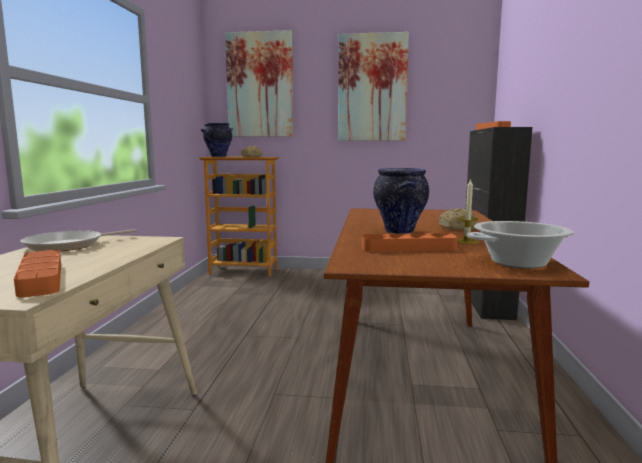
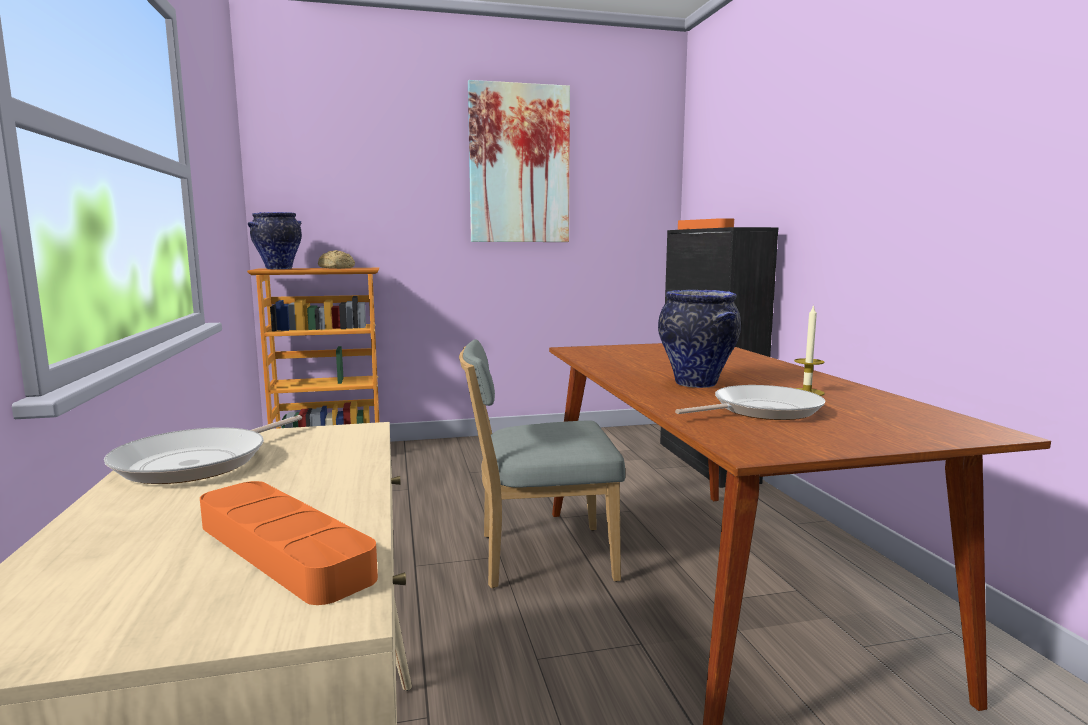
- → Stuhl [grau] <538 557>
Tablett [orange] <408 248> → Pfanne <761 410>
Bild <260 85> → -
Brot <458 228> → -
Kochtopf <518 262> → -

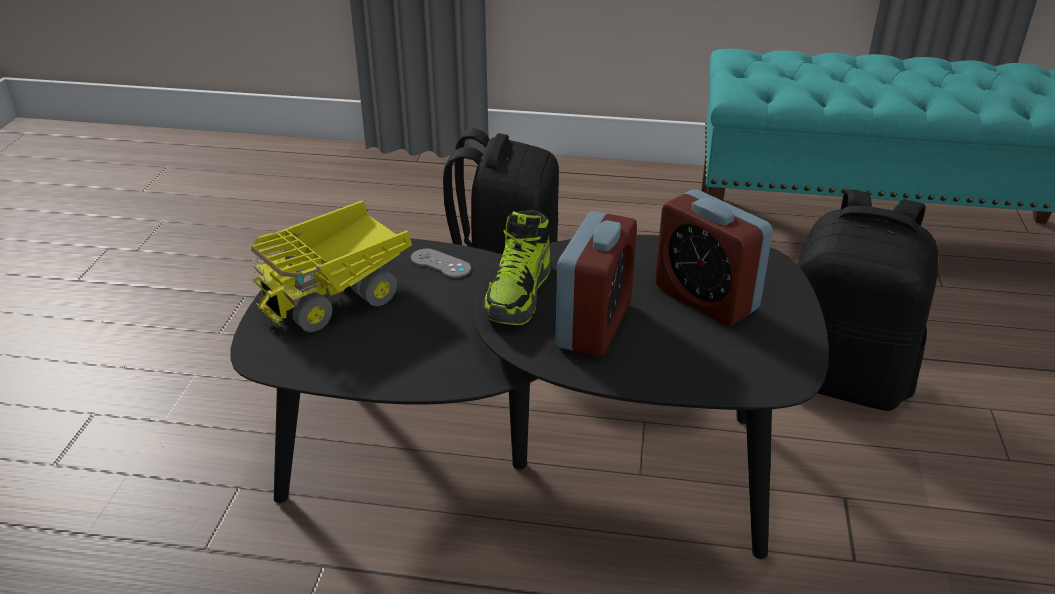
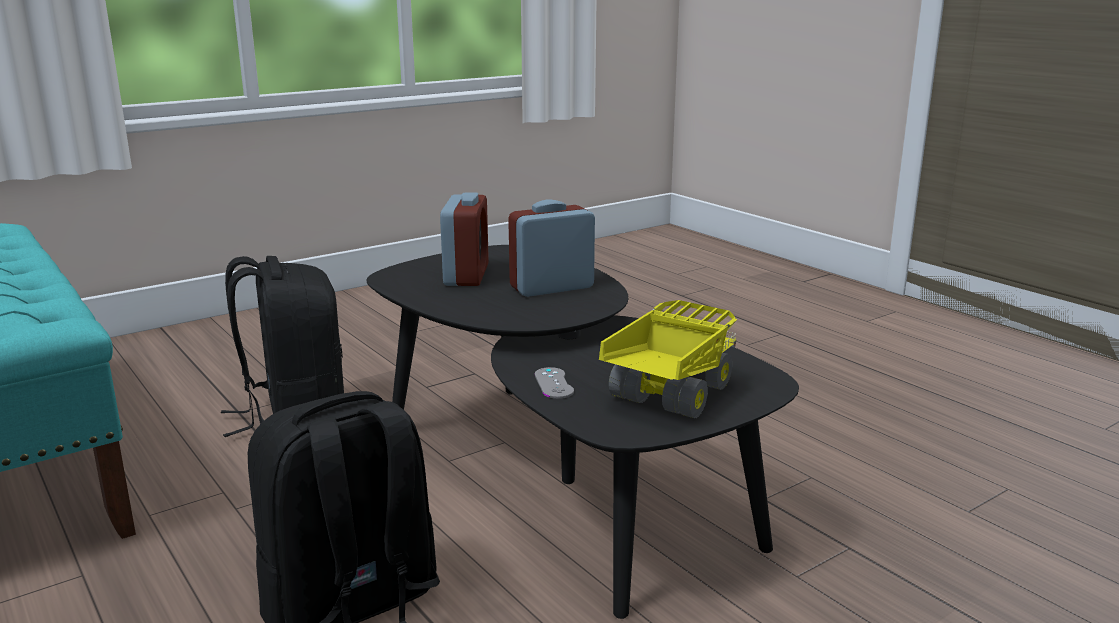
Spielzeuglaster <338 296> → Spielzeuglaster <668 395>, 60 degrees counterclockwise
Schuh <519 294> → -

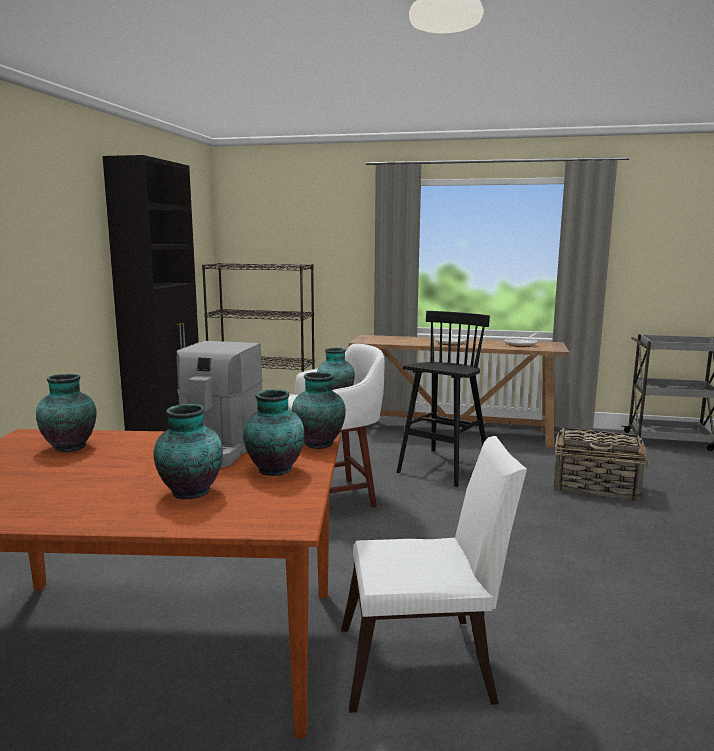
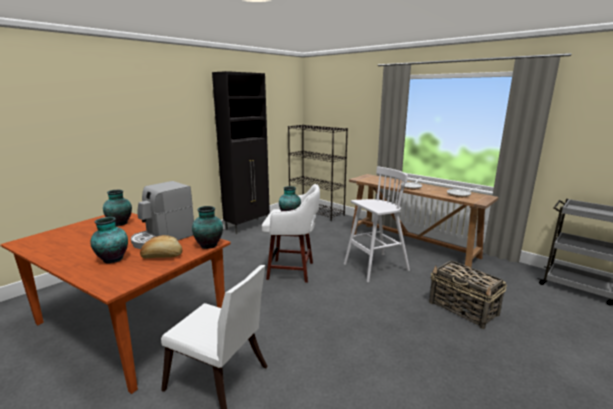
Vase <274 470> → Brot <162 256>
Hocker [schwarz] <443 468> → Hocker [weiß] <375 267>

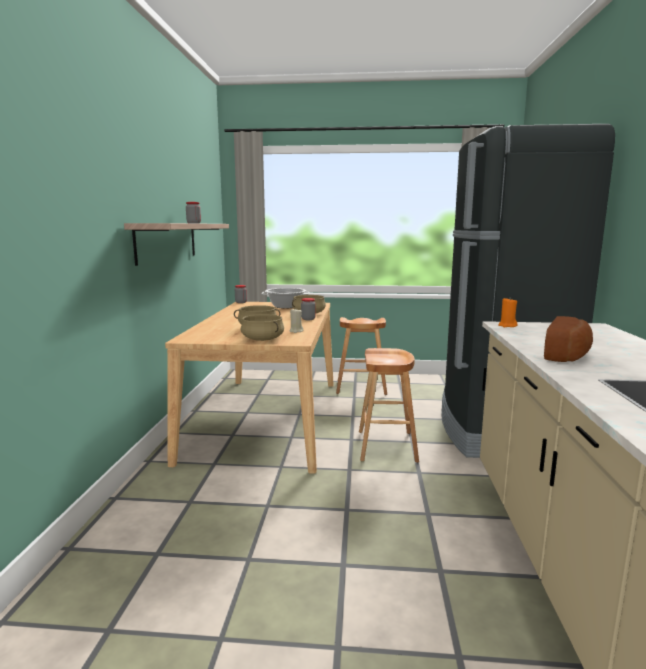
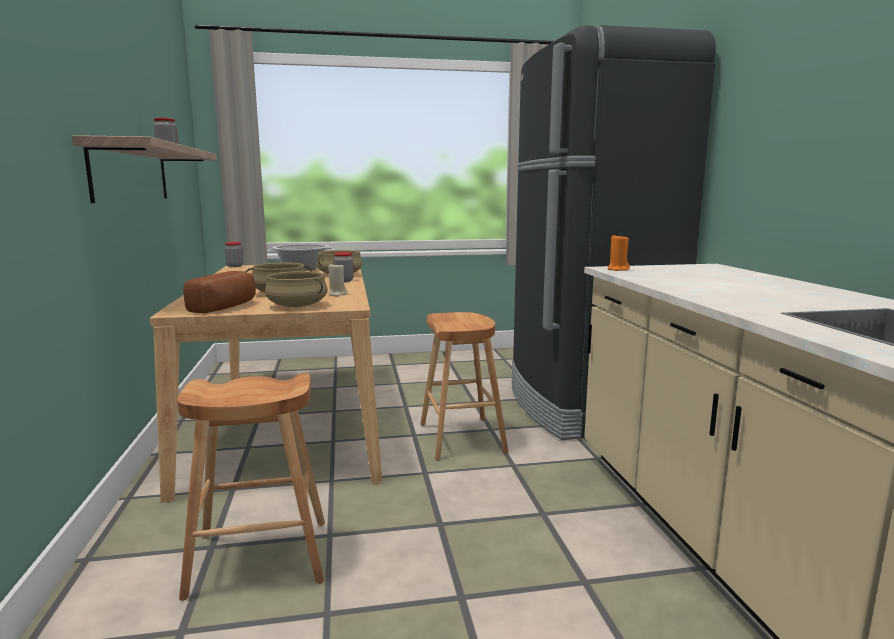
Hocker [braun] <361 387> → Hocker [braun] <260 557>, relocated
Brot <569 355> → Brot <227 307>, relocated

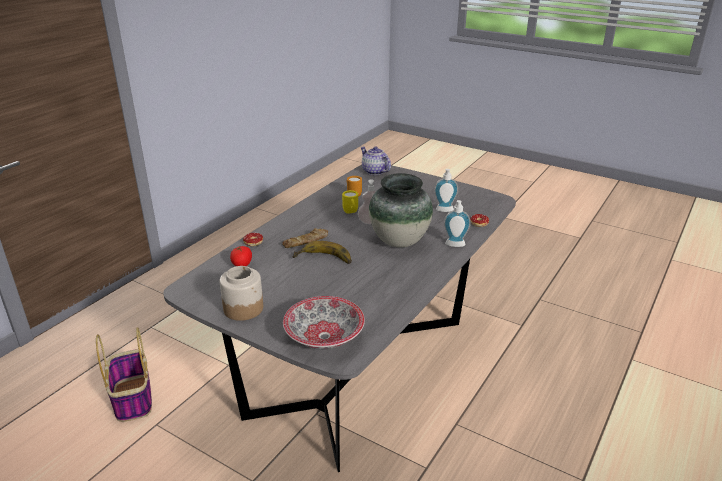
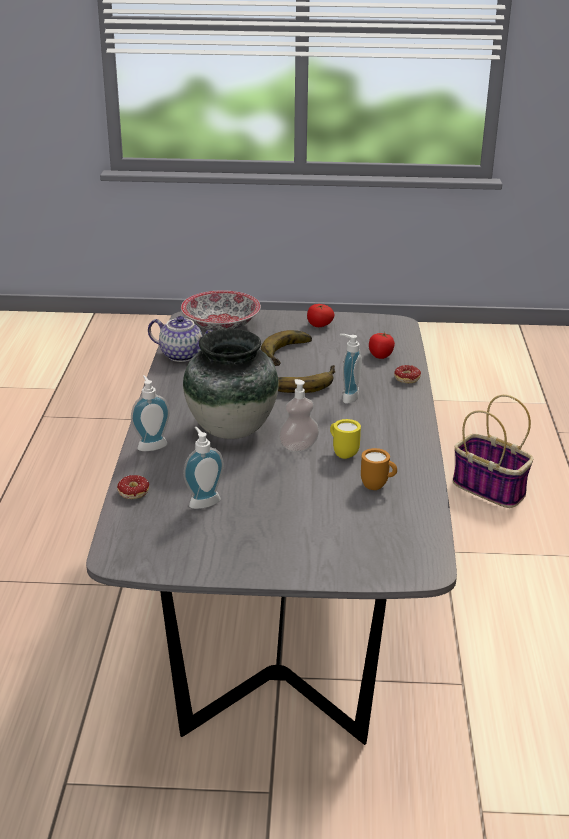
Teekanne <374 171> → Teekanne <182 355>, relocated
- → Banane <291 353>
Vorratsglas <243 308> → Tomate <319 325>
Brot <306 242> → Seifenspender <347 396>

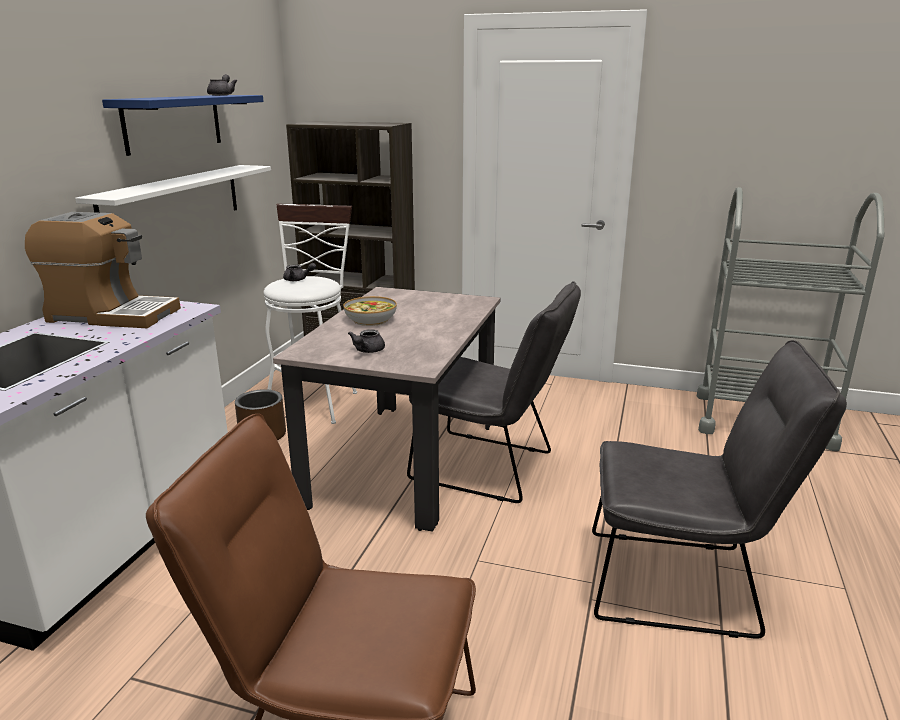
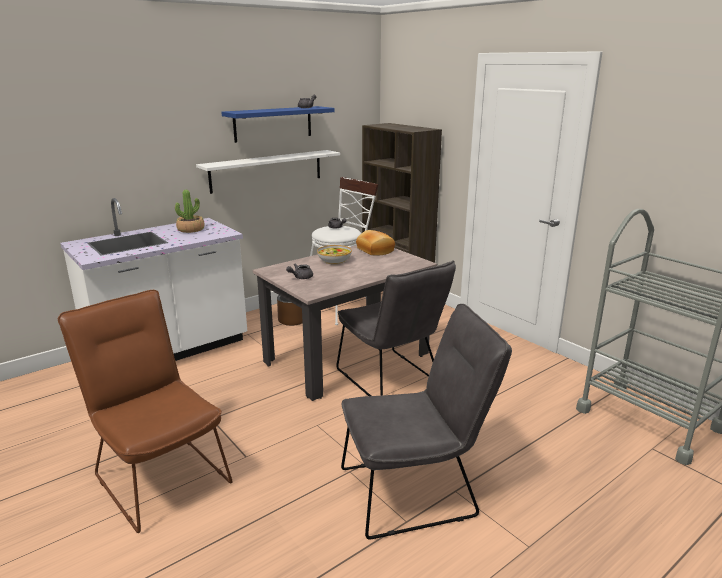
Kaffeemaschine <111 315> → Topfpflanze <191 229>
Stuhl [grau] <684 584> → Stuhl [grau] <416 490>, 60 degrees counterclockwise
- → Brot <374 250>

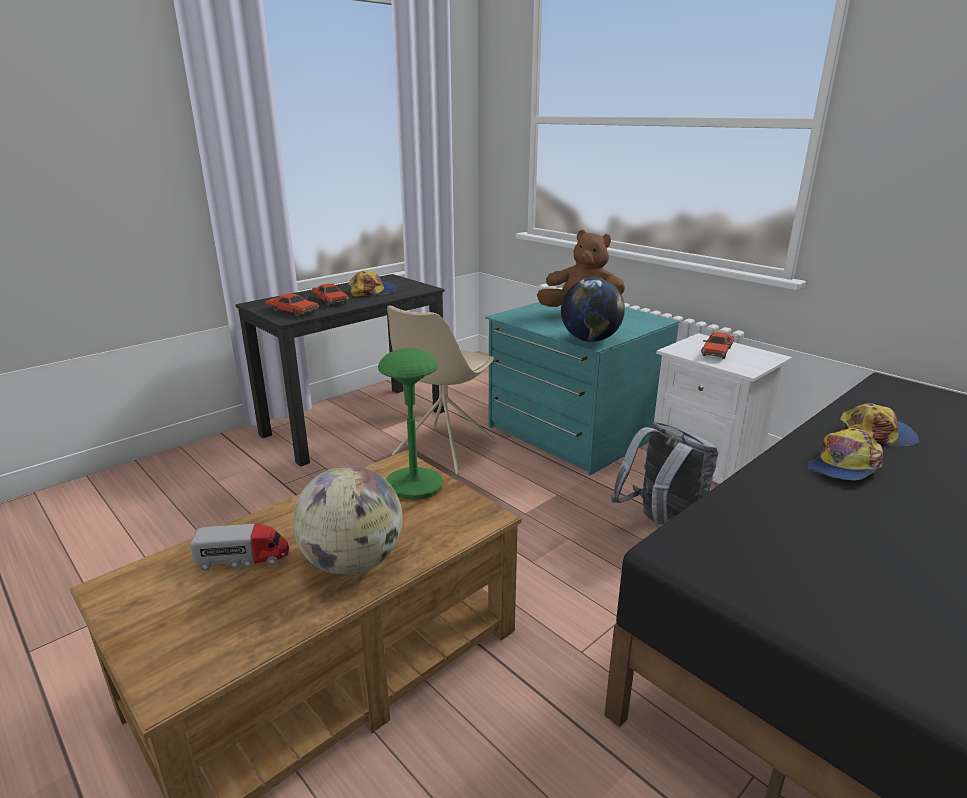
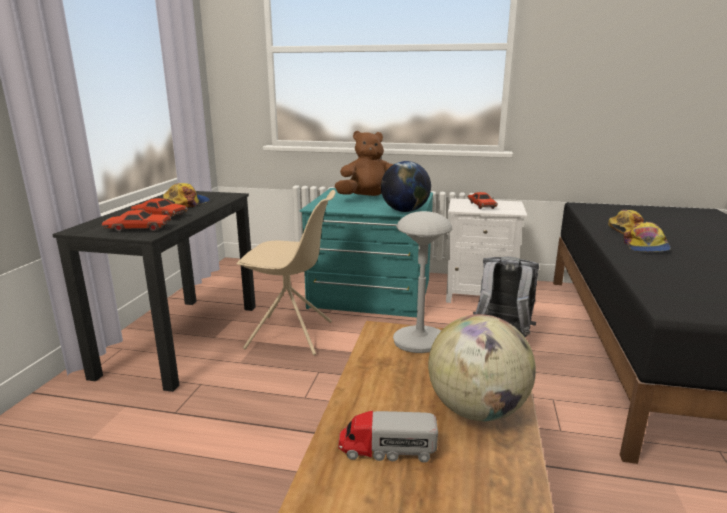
Stuhl [beige] <443 449> → Stuhl [beige] <291 335>, 75 degrees counterclockwise
Spielzeuglaster <243 558> → Spielzeuglaster <387 449>, 135 degrees counterclockwise
Tischlampe [grün] <414 485> → Tischlampe [grau] <419 341>

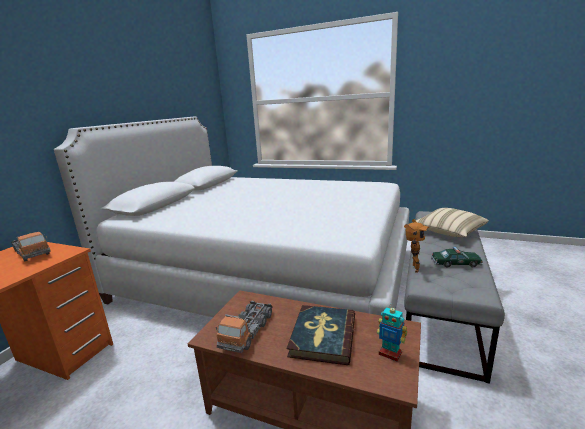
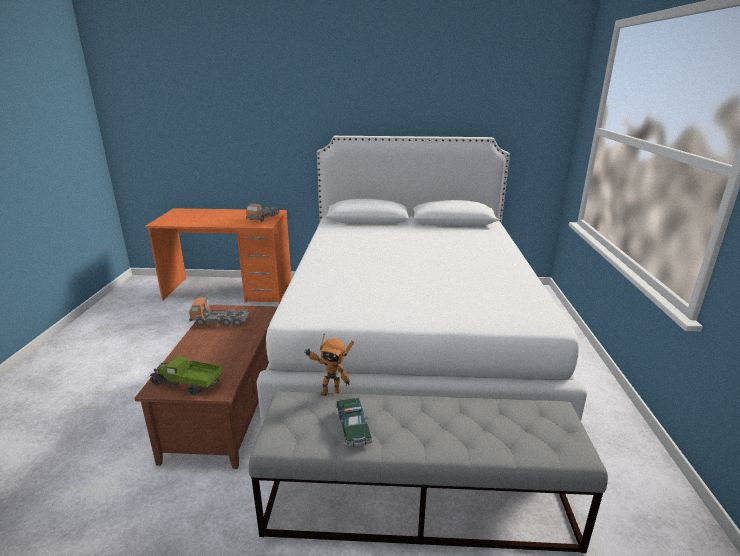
Spielzeugroboter <390 353> → Spielzeuglaster <187 384>
Buch <322 336> → -
Kissen [beige] <448 232> → -

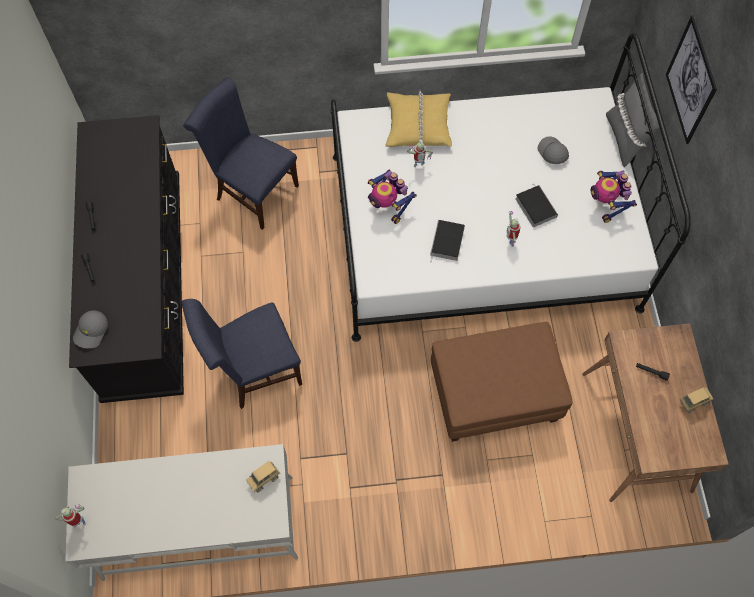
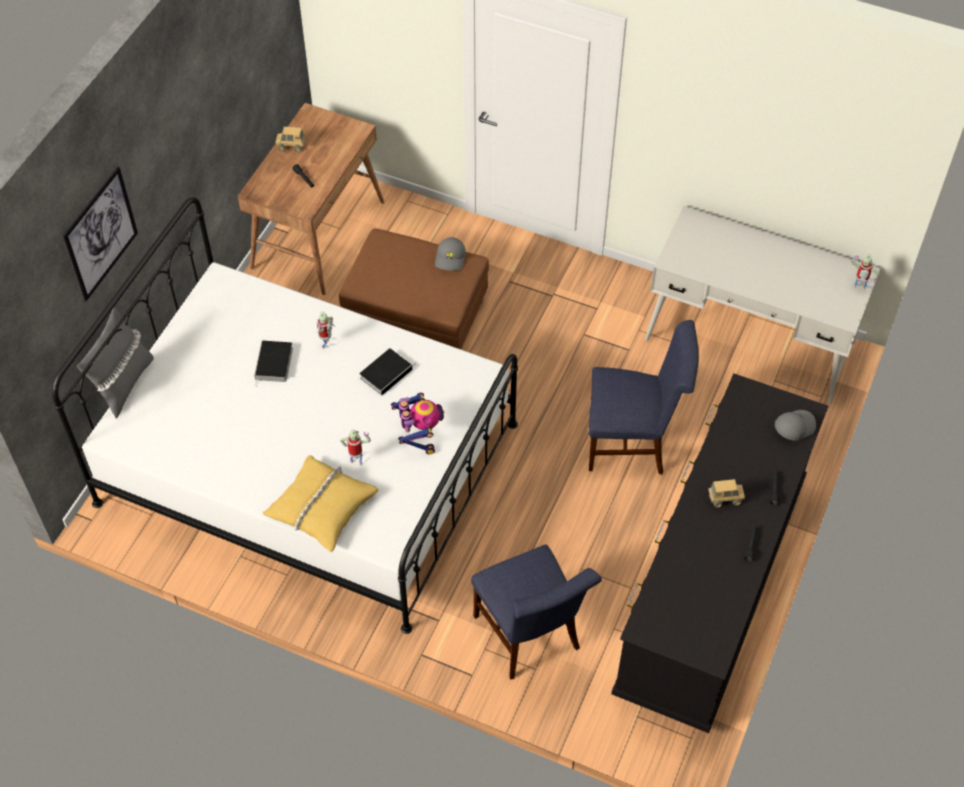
Kappe [grau] <552 153> → Kappe [grau] <451 258>, relocated
Spielzeuglaster <264 479> → Spielzeuglaster <725 499>, relocated
Spielzeugroboter <606 204> → -

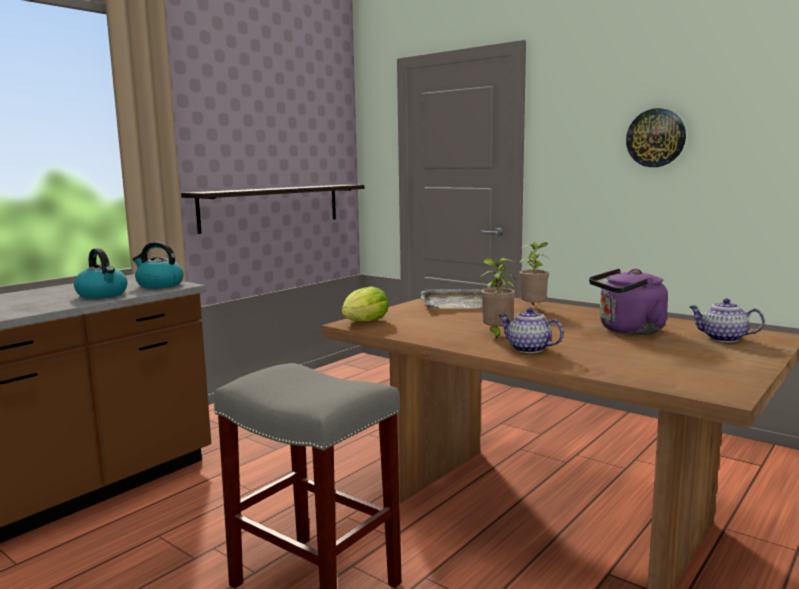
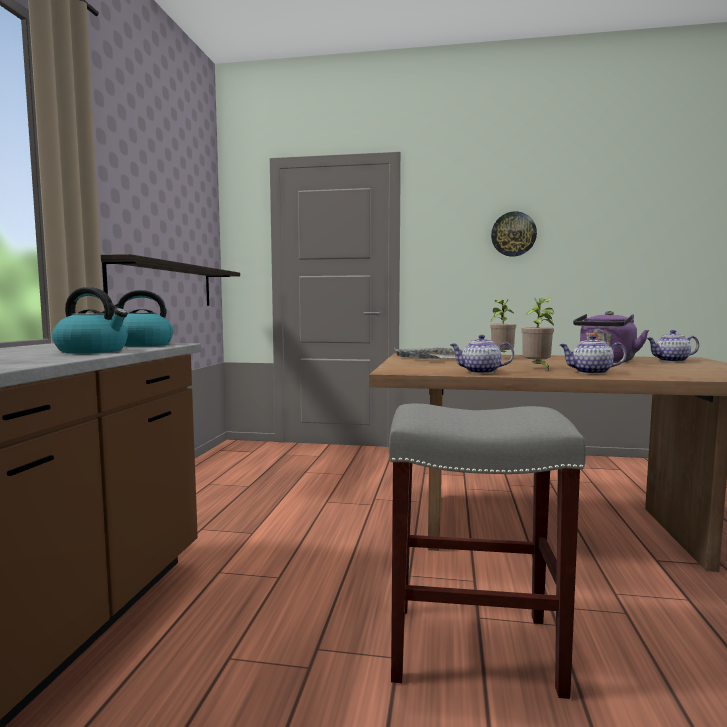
- → Teekanne <480 372>
Salatkopf <365 322> → -

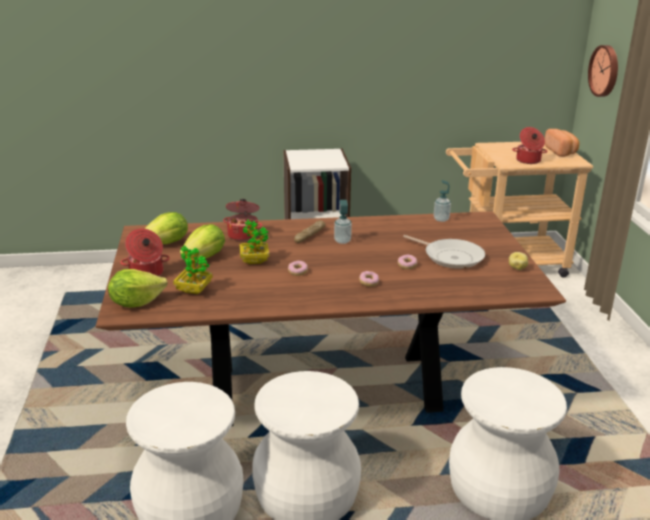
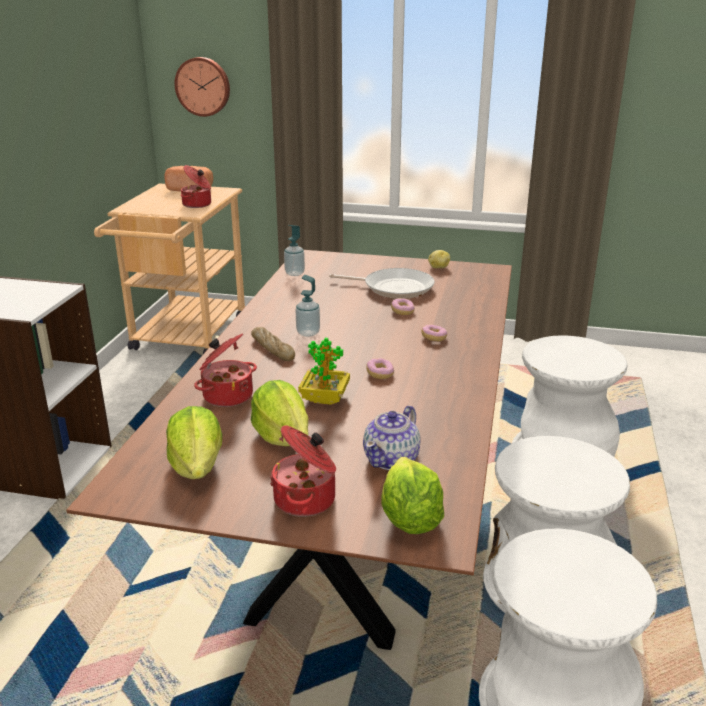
Pfanne <450 257> → Pfanne <394 288>, 45 degrees clockwise
Topfpflanze <194 290> → Teekanne <392 459>

